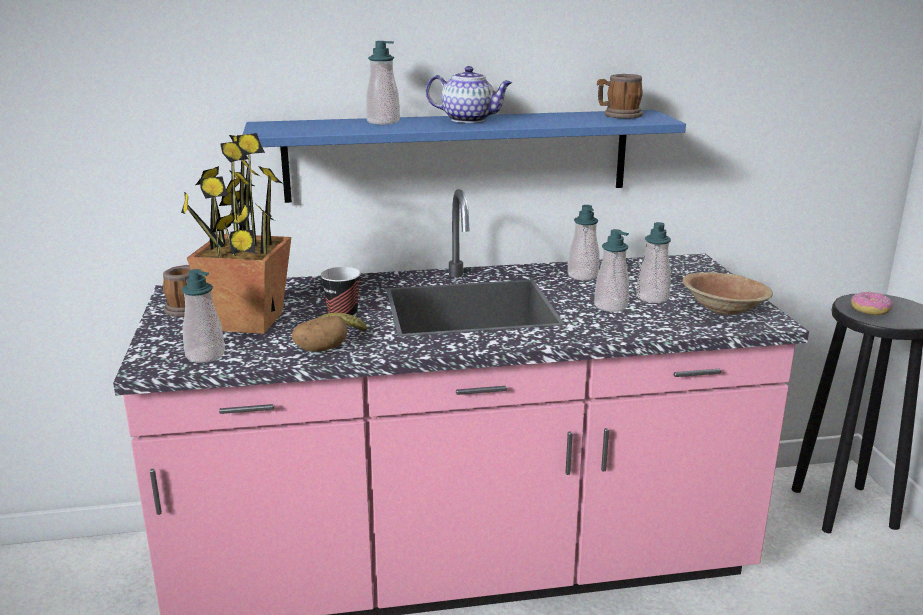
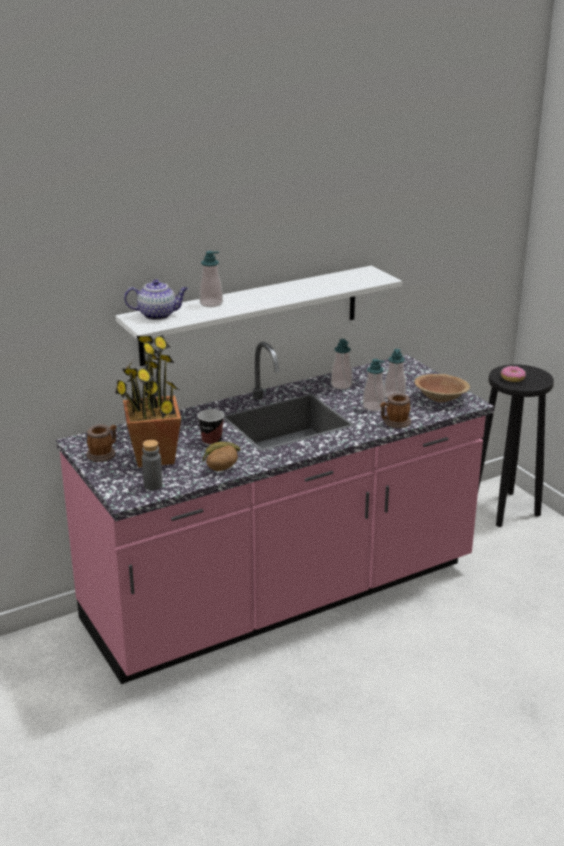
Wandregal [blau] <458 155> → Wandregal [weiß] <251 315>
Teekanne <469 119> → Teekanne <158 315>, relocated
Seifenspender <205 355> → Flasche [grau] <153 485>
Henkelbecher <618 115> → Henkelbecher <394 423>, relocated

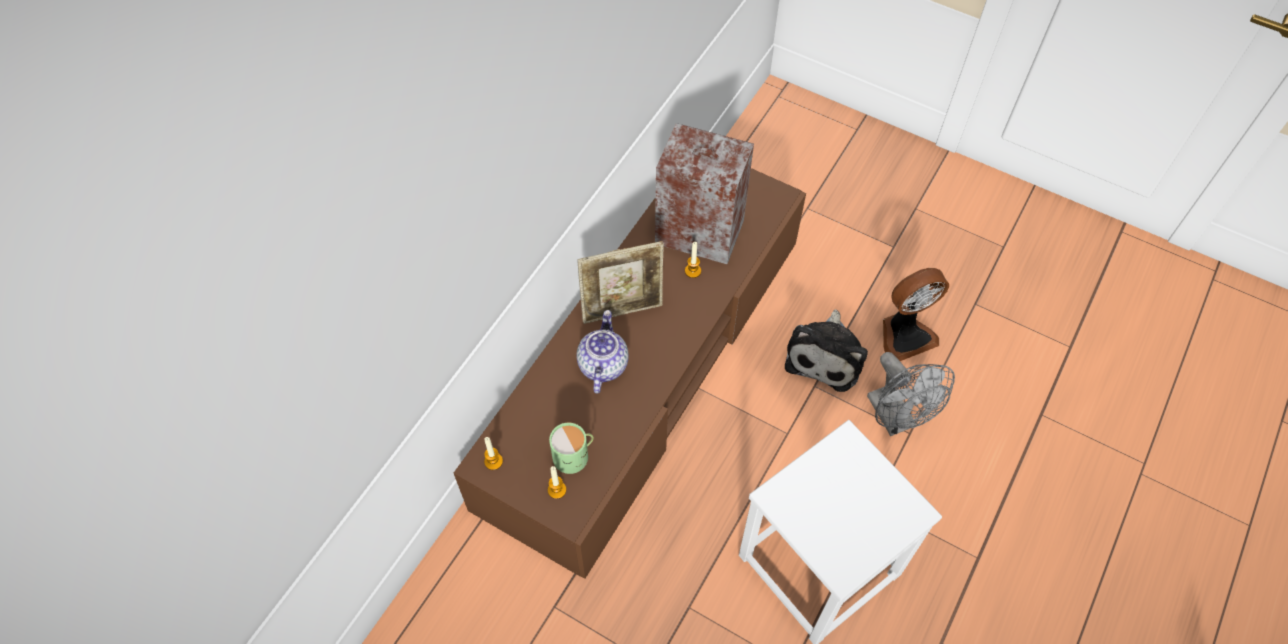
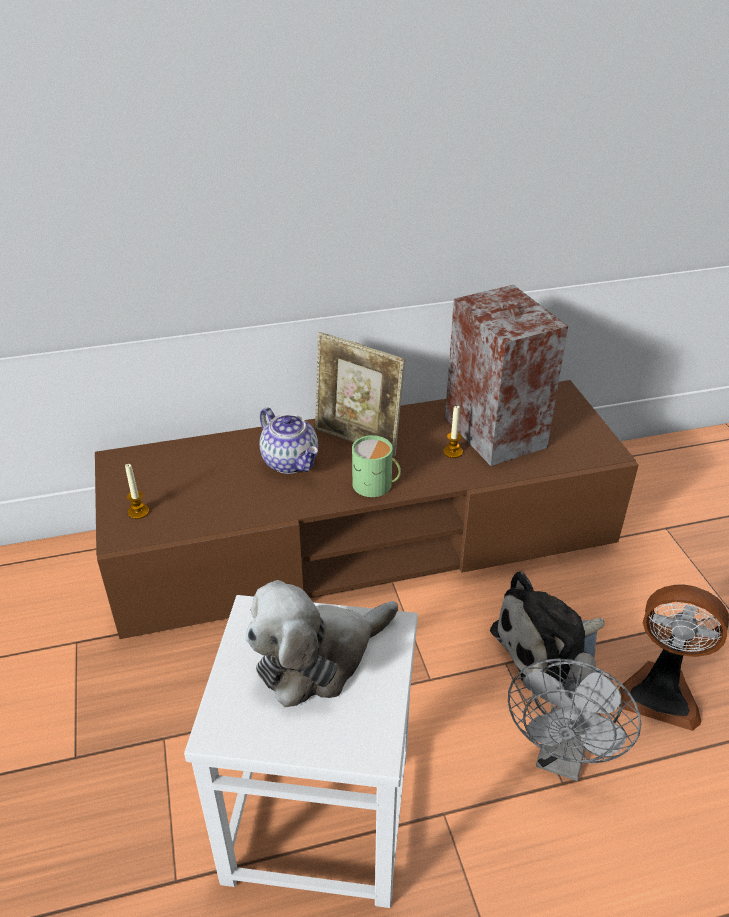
- → Plüschtier <318 658>
Teekanne <602 364> → Teekanne <291 462>, 90 degrees clockwise
Henkelbecher [grün] <574 455> → Henkelbecher [grün] <376 485>, relocated
Kerze <493 461> → -

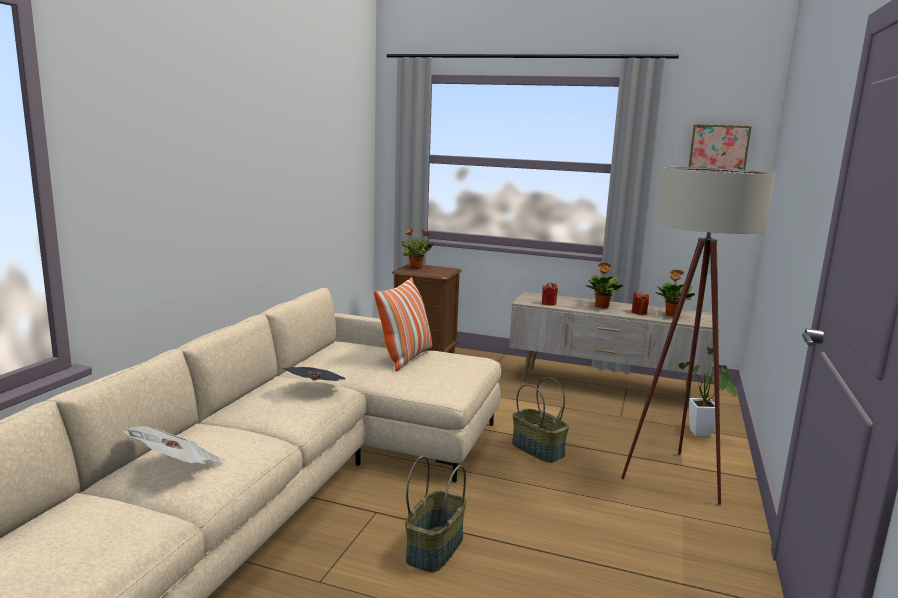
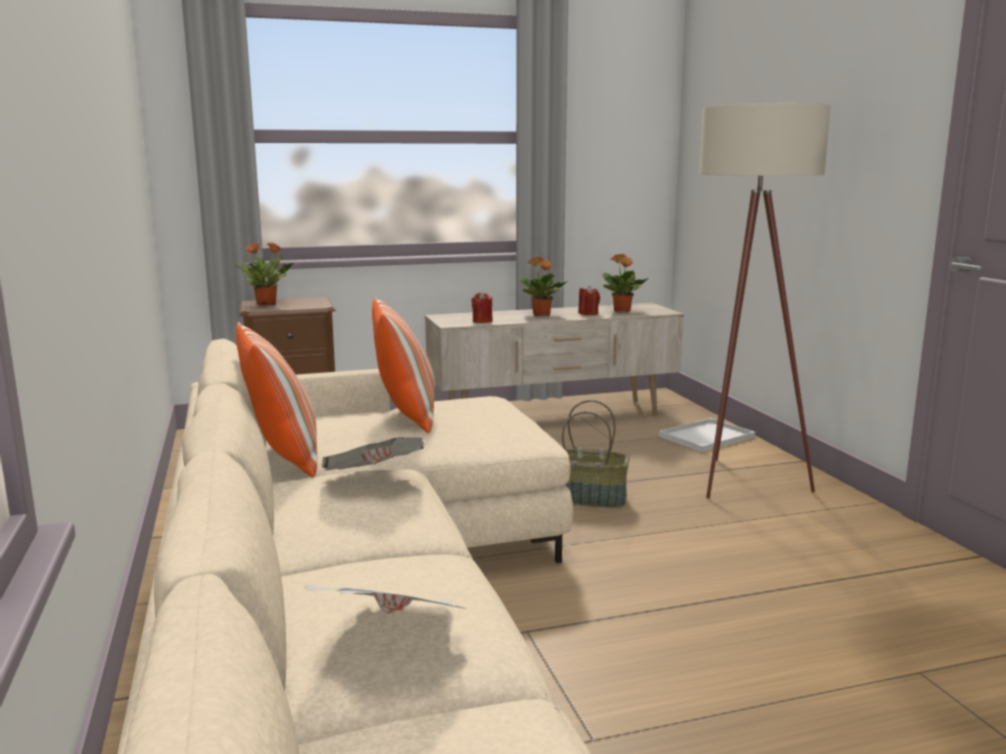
- → Kissen <283 457>
Topfpflanze <701 435> → Tablett [weiß] <706 437>
Korb <434 548> → -
Bild <718 152> → -

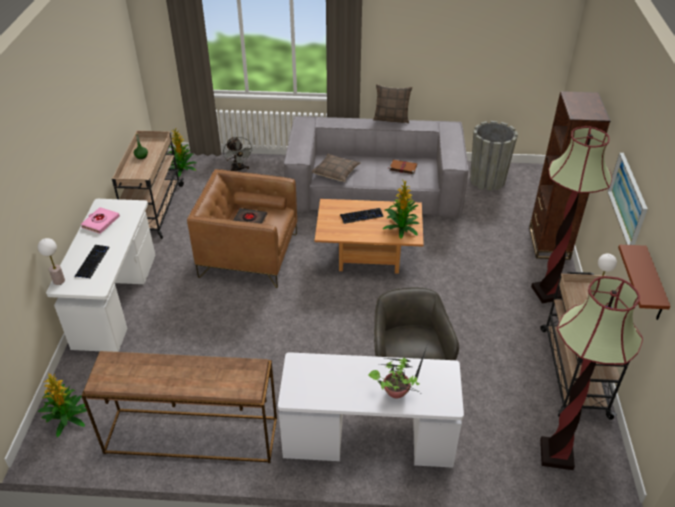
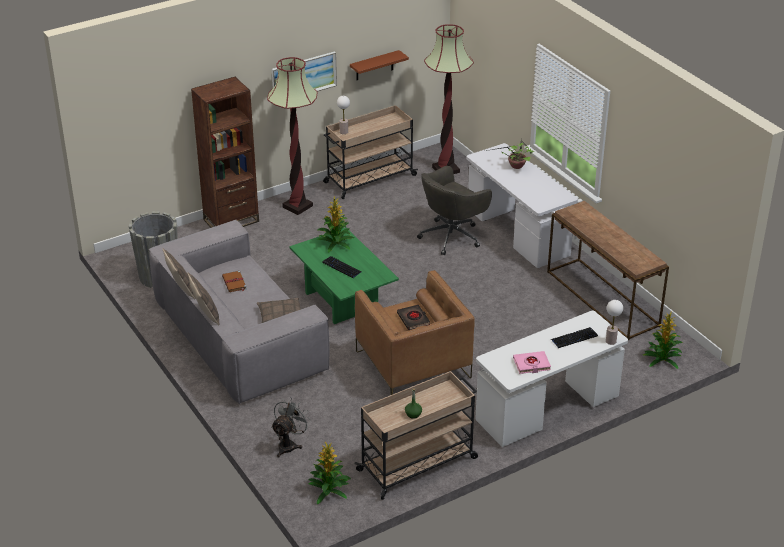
- → Kissen <205 315>
Couchtisch [braun] <368 257> → Couchtisch [grün] <344 300>

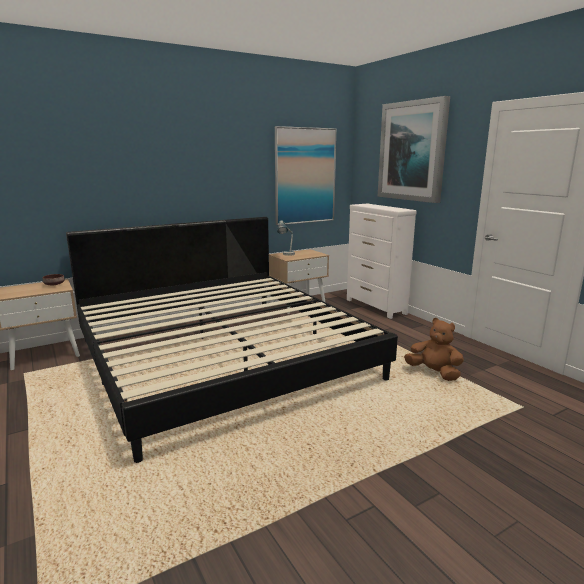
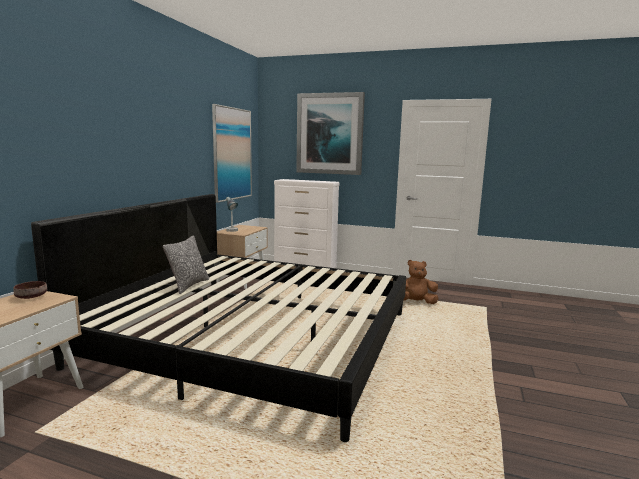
- → Kissen <188 285>

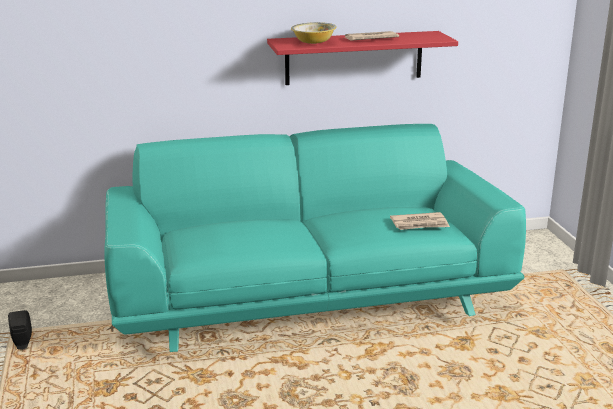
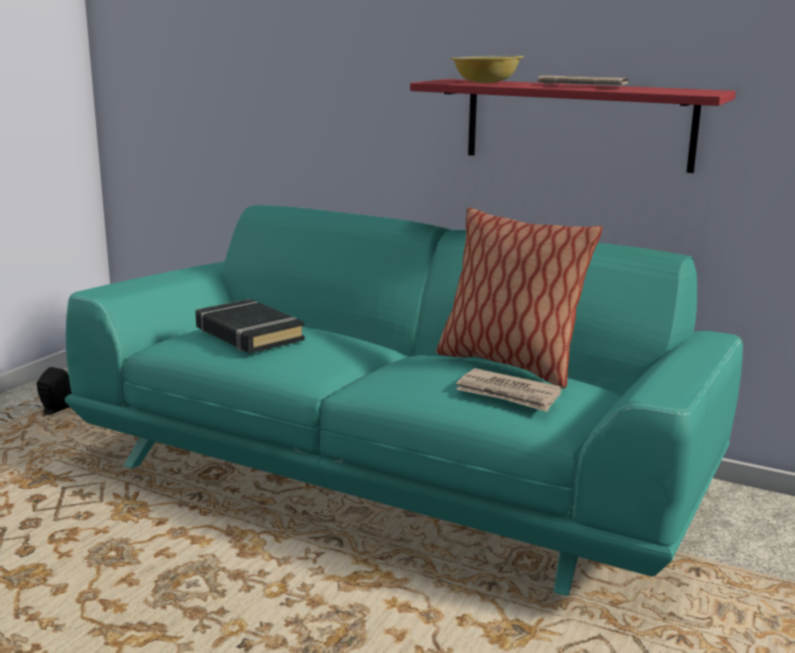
- → Buch [schwarz] <248 334>
- → Kissen <508 365>

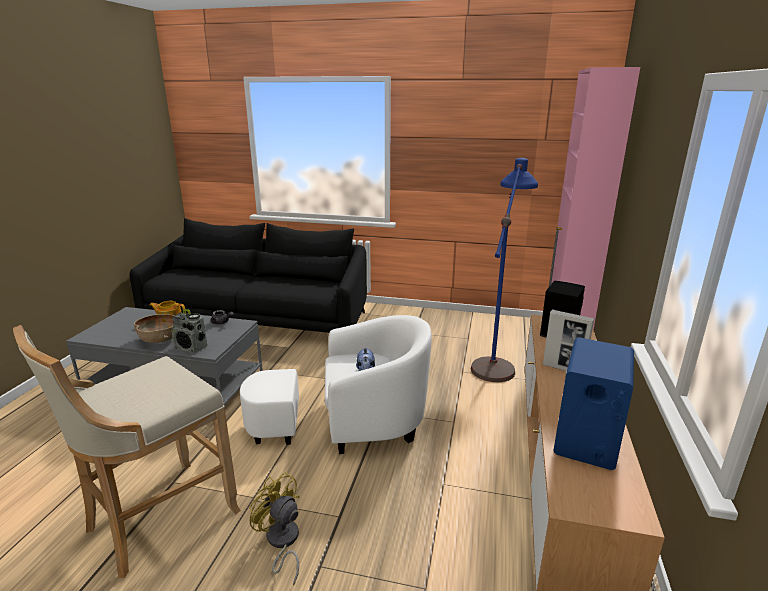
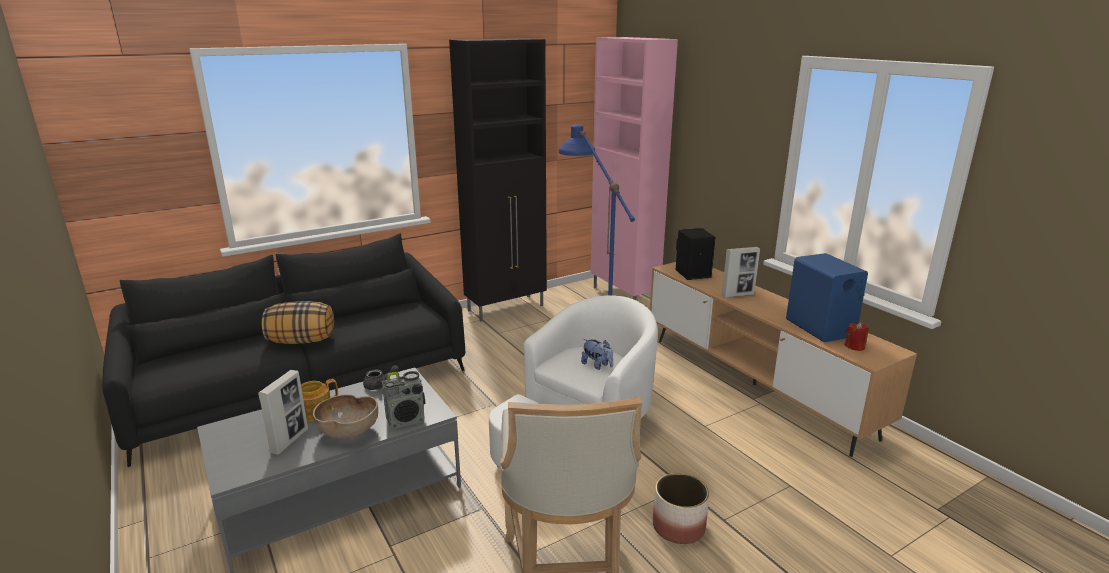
- → Bilderrahmen <290 441>
- → Kissen <302 341>
- → Schrank [schwarz] <507 308>
Ventilator [gelb] <281 542> → Pflanzkübel <679 527>
- → Kerze [rot] <855 347>

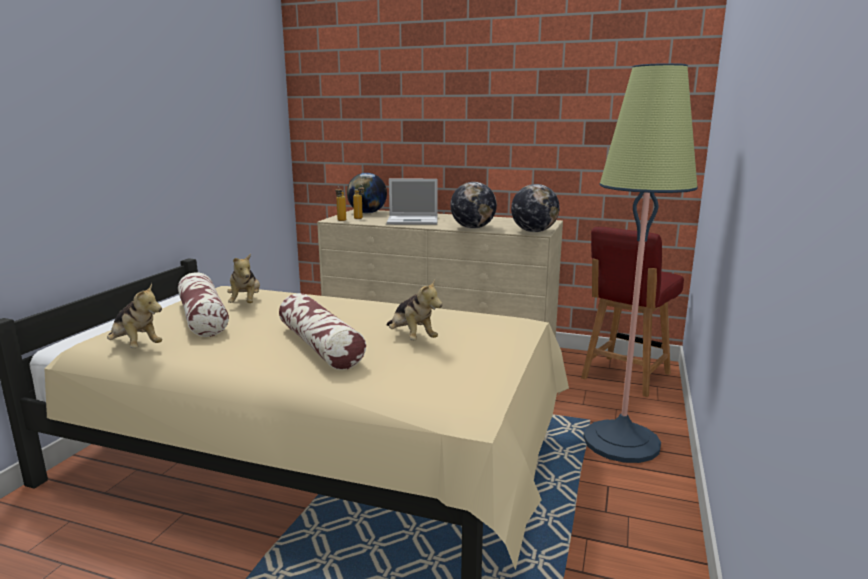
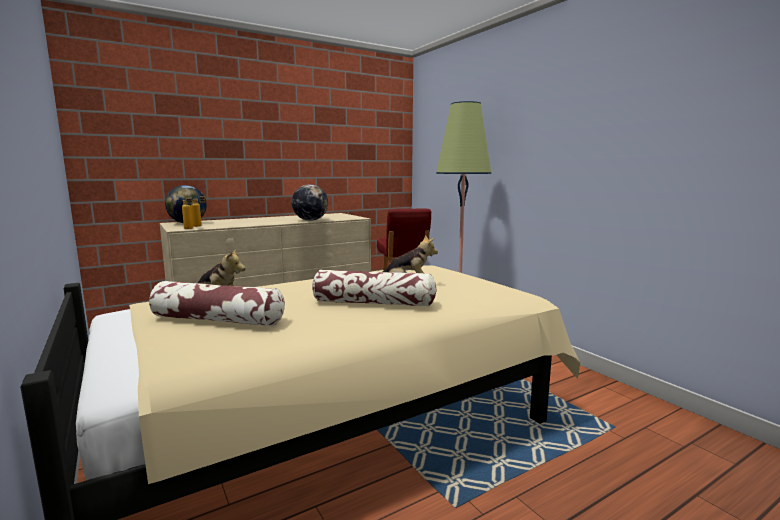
Plüschtier <135 346> → -
Laptop <414 221> → -
Globus <533 231> → -

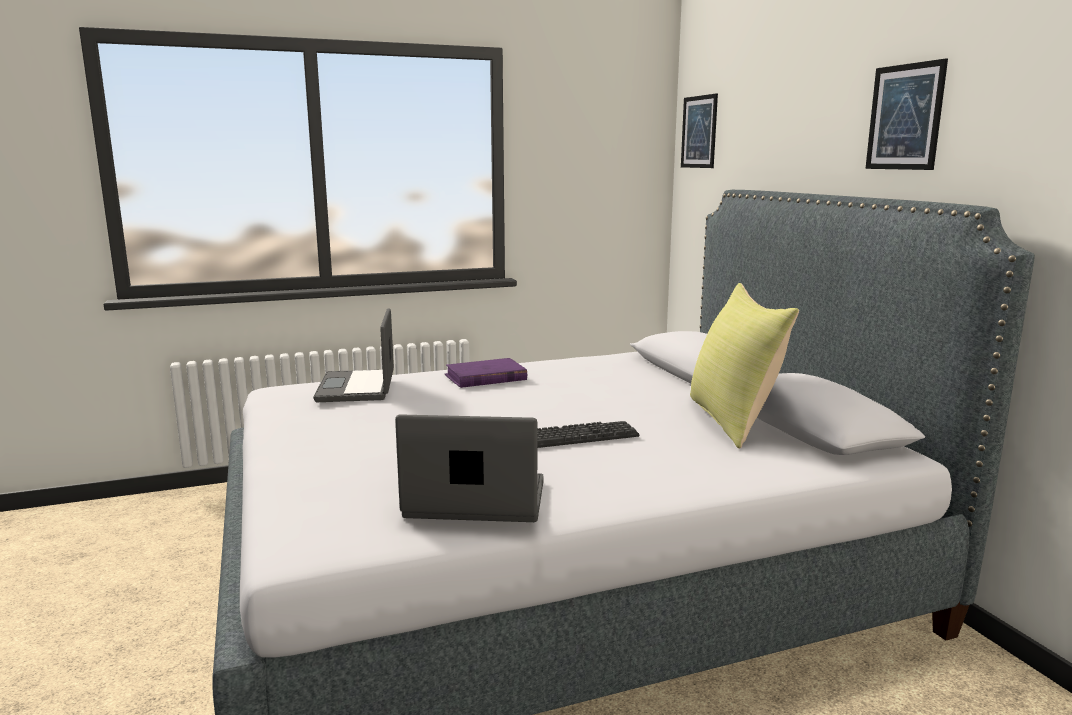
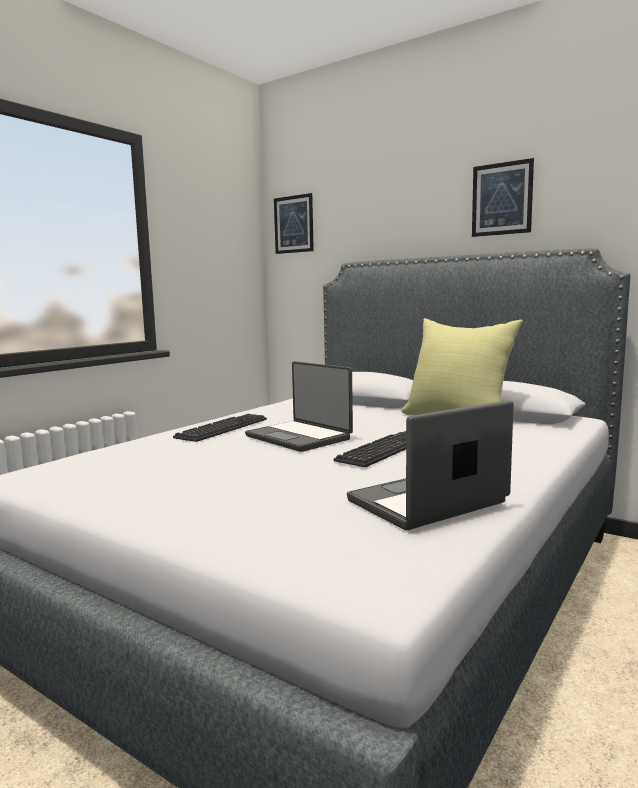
Buch [lila] <485 377> → Tastatur <222 428>
Laptop <358 388> → Laptop <300 437>, relocated

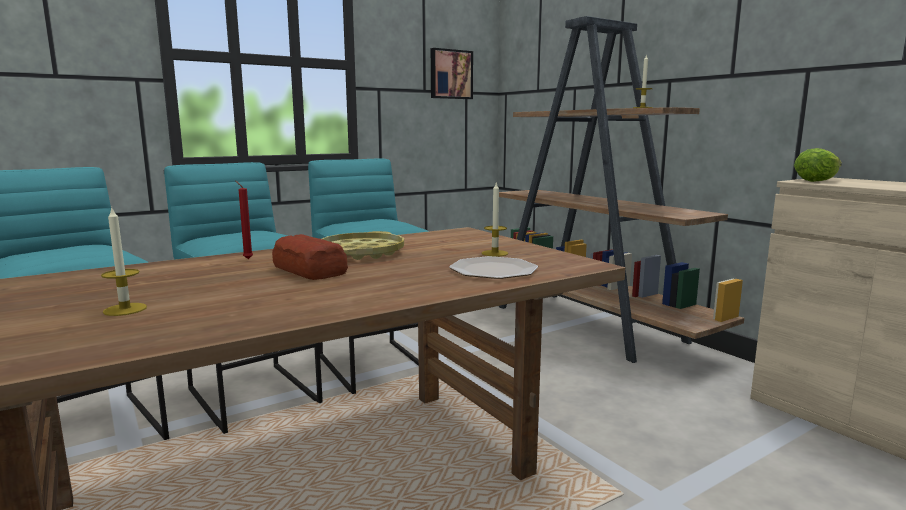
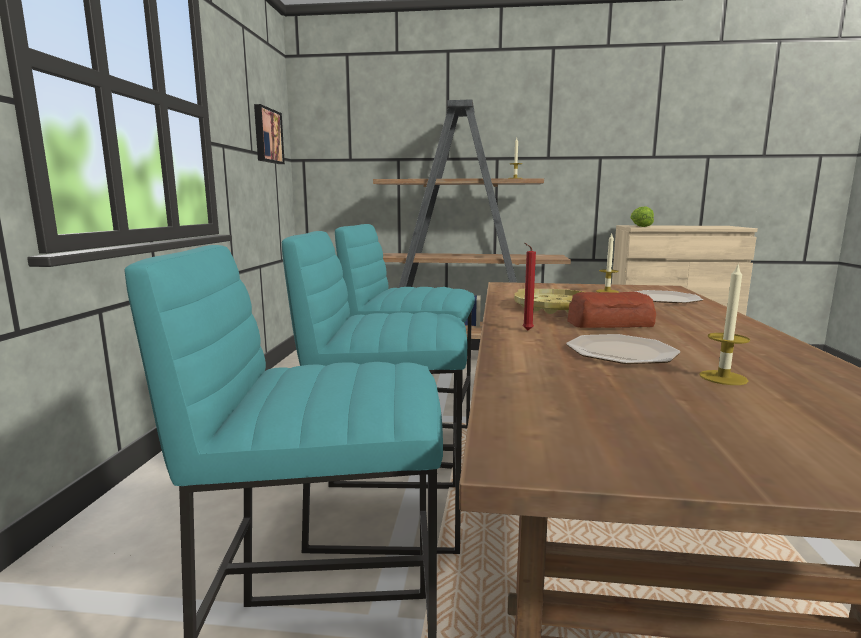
- → Teller <620 351>

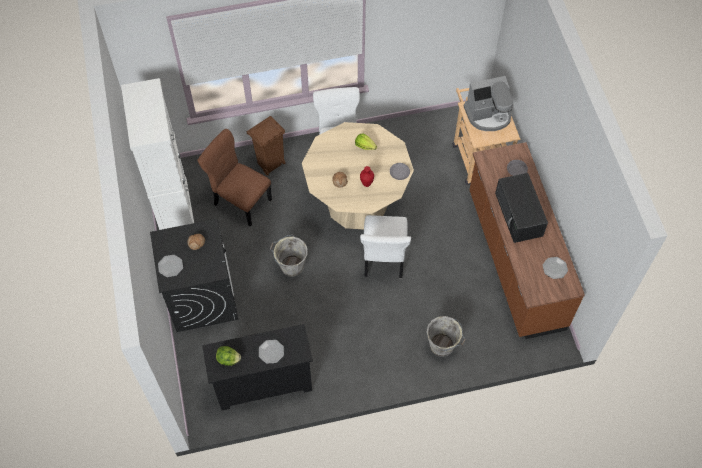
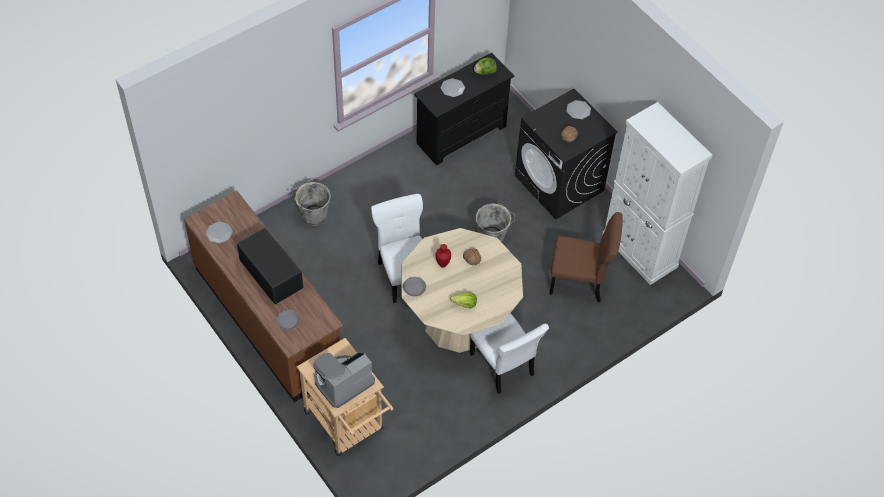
Mülleimer [braun] <270 165> → -

